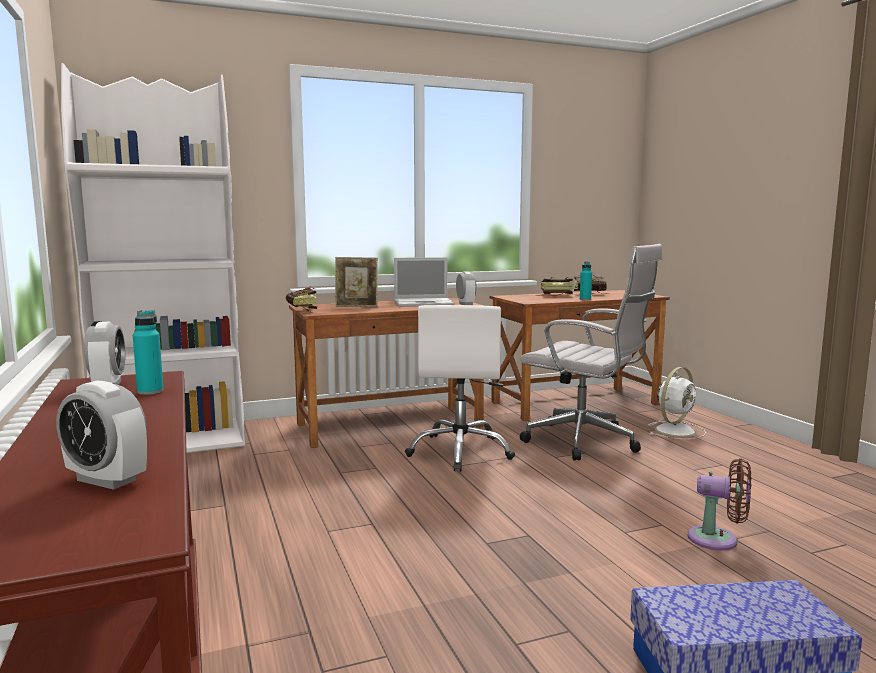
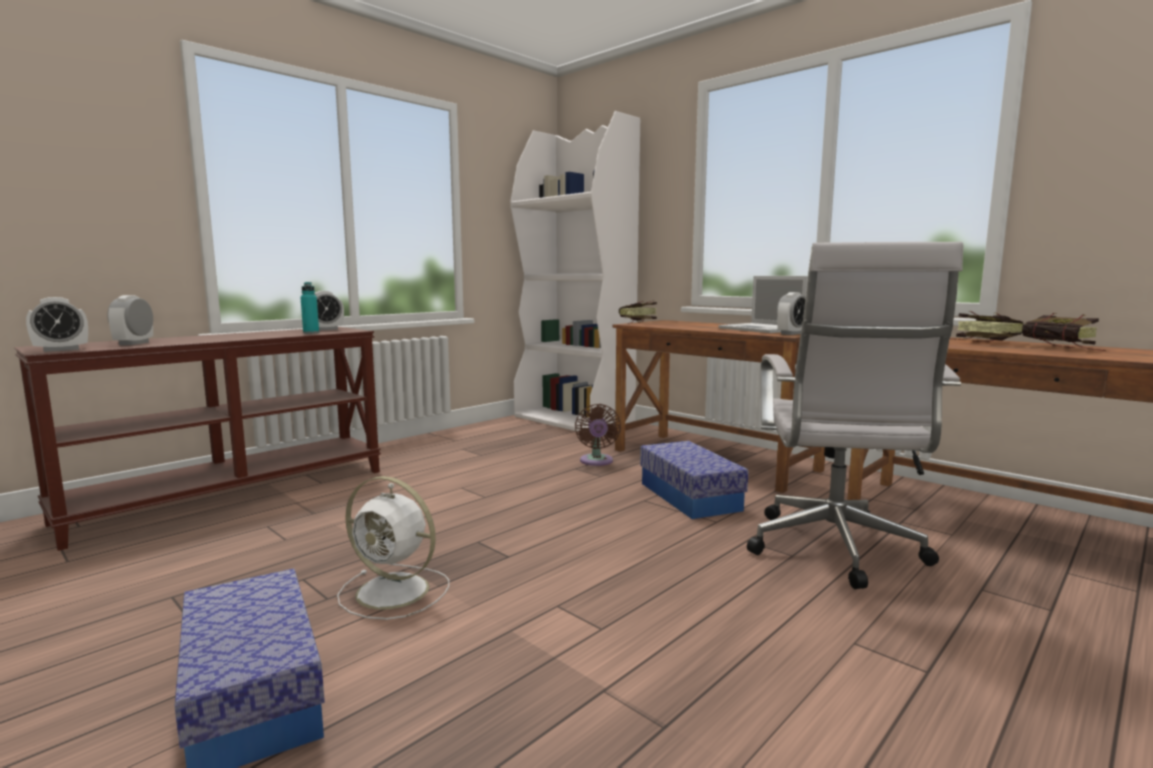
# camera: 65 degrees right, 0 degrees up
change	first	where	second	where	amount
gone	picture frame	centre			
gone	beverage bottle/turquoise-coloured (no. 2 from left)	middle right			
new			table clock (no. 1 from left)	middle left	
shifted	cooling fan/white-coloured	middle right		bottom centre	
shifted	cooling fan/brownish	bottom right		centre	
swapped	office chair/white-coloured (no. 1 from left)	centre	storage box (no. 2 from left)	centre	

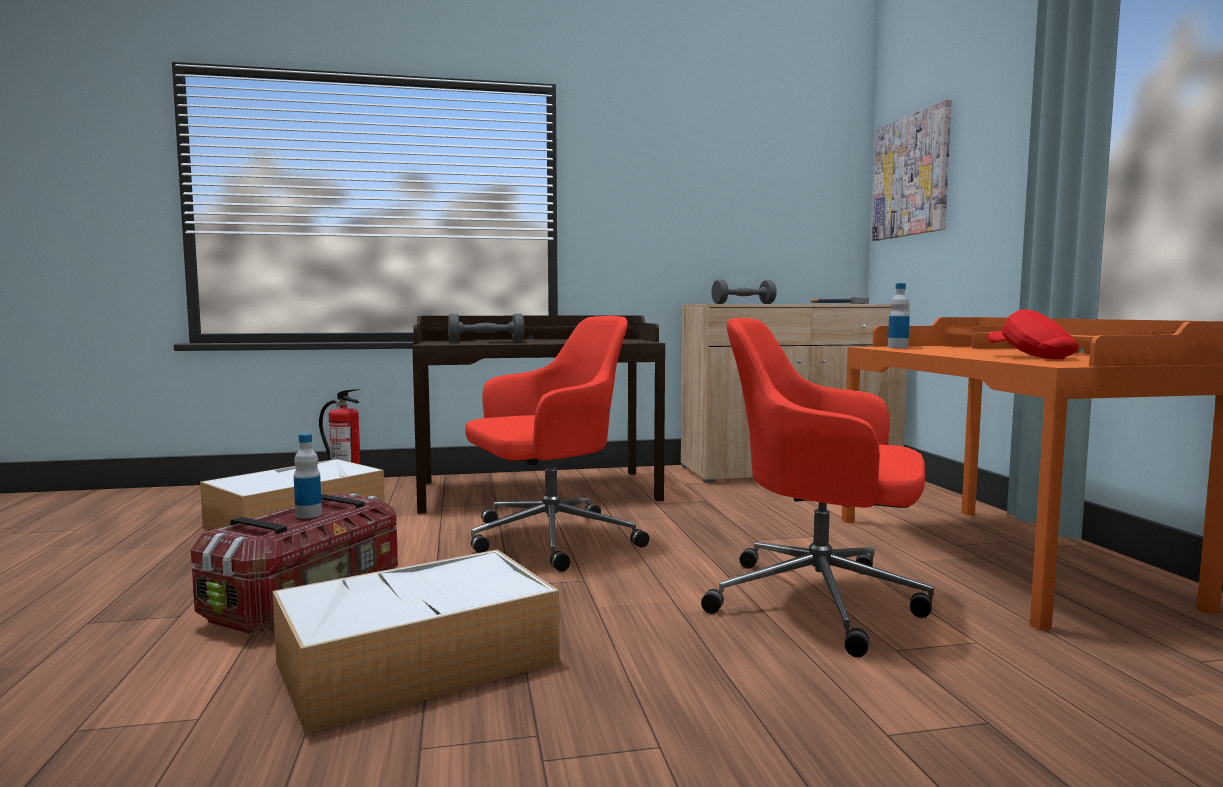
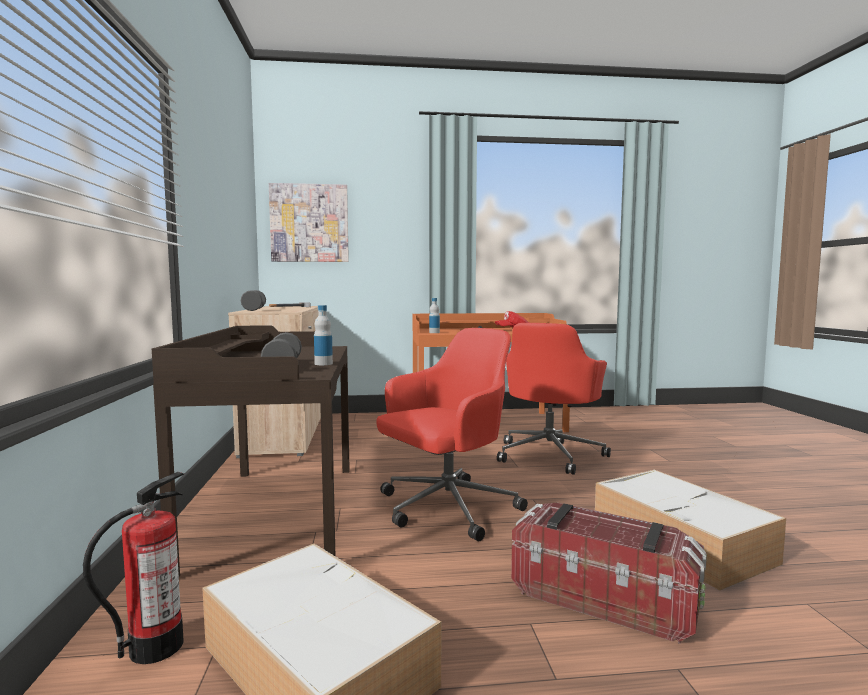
# camera: 85 degrees left, 0 degrees up
change	first	where	second	where	amount
shifted	beverage bottle (no. 1 from left)	middle left		centre	
rotated	office chair/reddish (no. 1 from left)	centre		centre	75 degrees clockwise

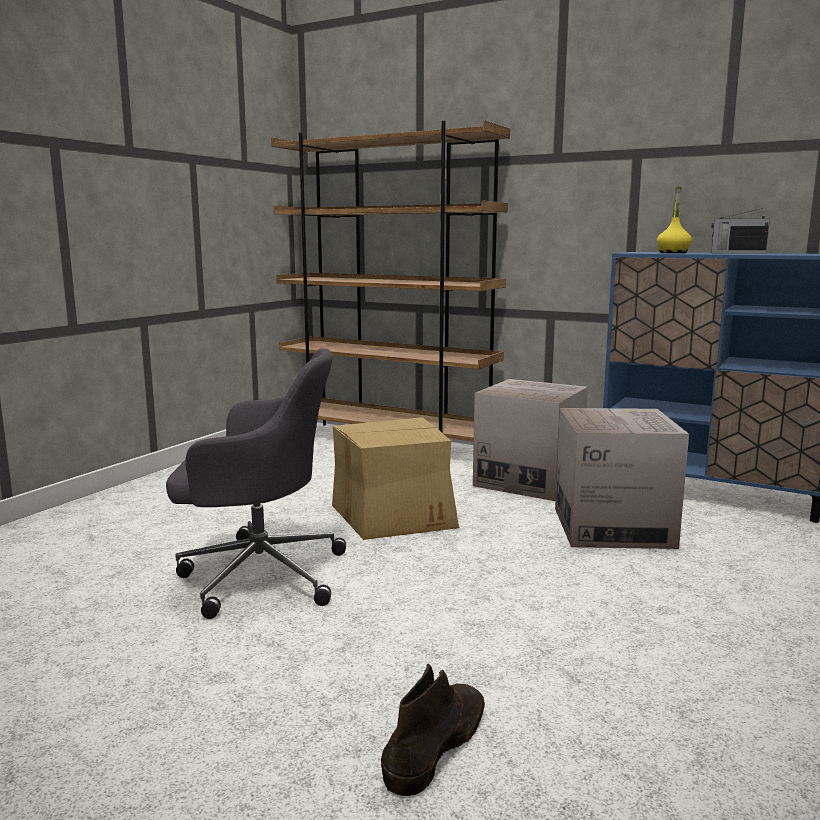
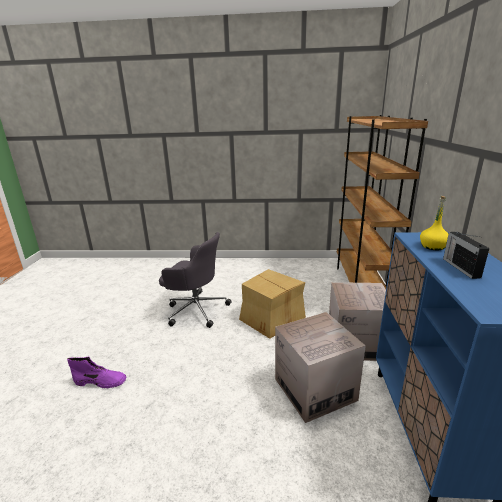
# camera: 65 degrees right, 10 degrees up
change	first	where	second	where	amount
repainted	high-top boot/brownish	bottom centre	high-top boot/purplish	bottom left	
rotated	office chair/grey	middle left		centre	45 degrees counterclockwise

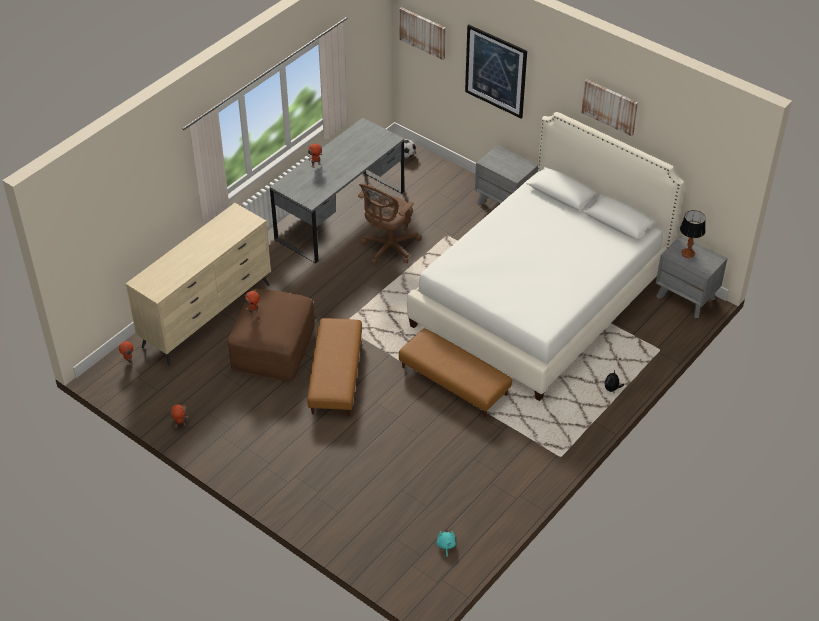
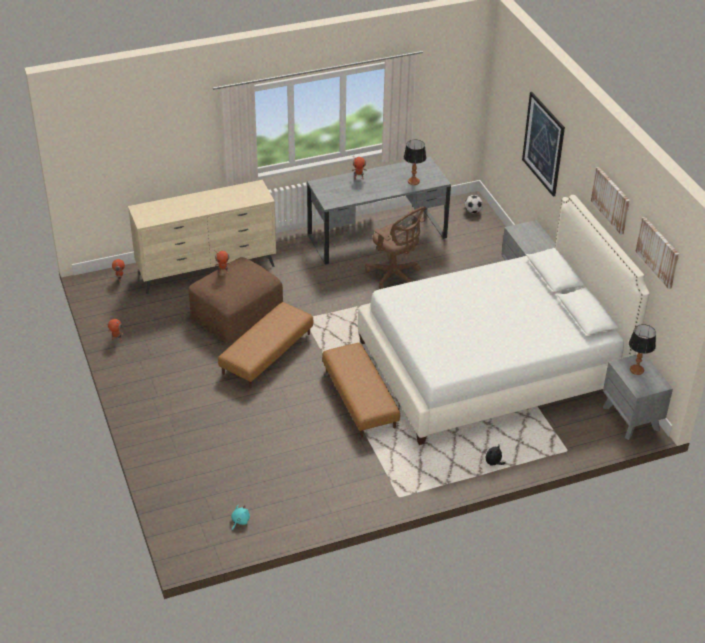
# camera: 30 degrees right, 5 degrees down
change	first	where	second	where	amount
new			tabletop lamp (no. 1 from left)	top centre	
shifted	wall picture (no. 1 from left in the first image)	top centre	wall picture (no. 3 from left)	middle right	
rotated	office chair/brownish	centre		centre	105 degrees counterclockwise

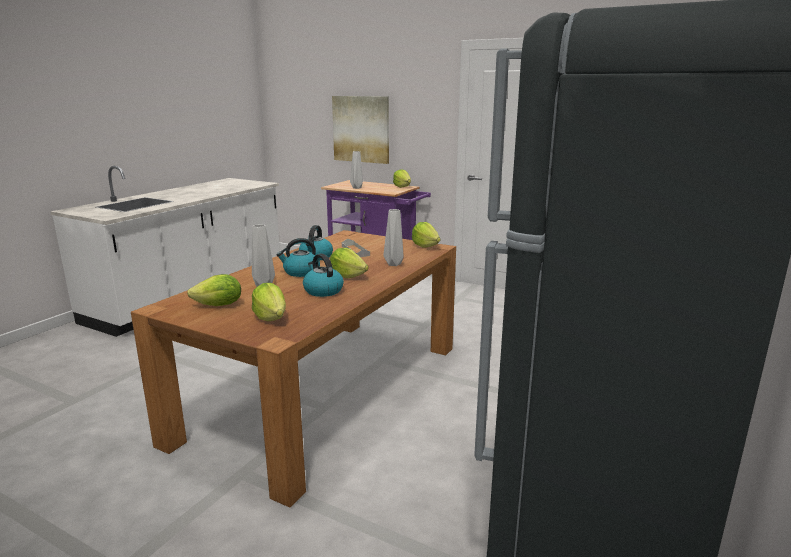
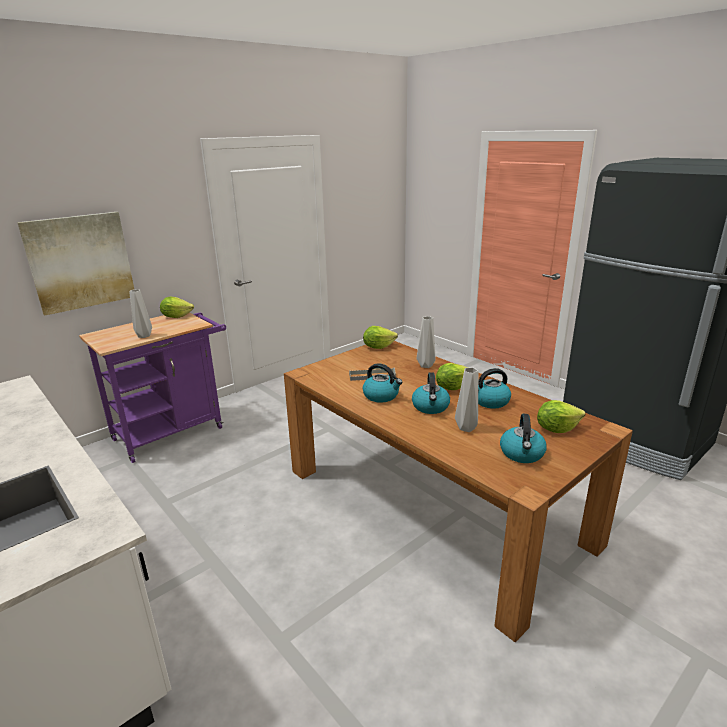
# camera: 70 degrees left, 5 degrees up
change	first	where	second	where	amount
swapped	lettuce (no. 1 from left)	middle left	kettle (no. 4 from left)	middle right	

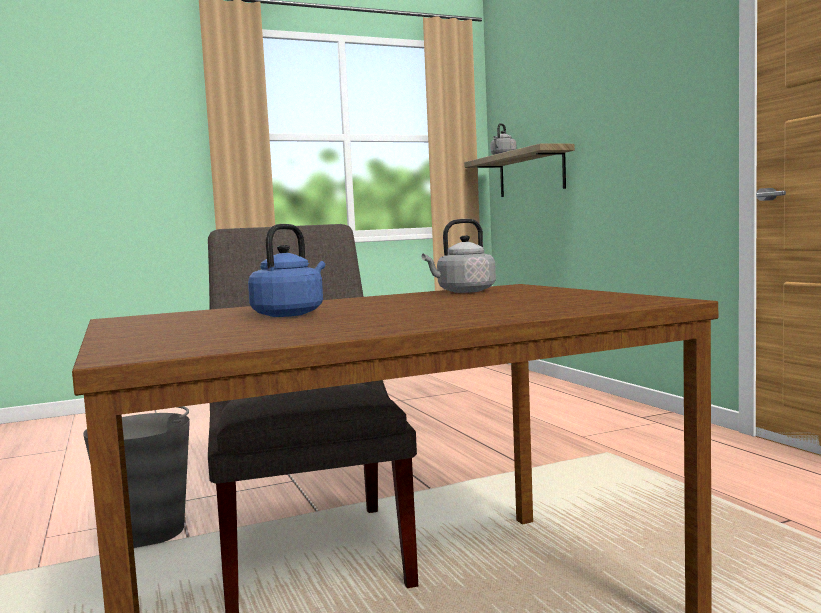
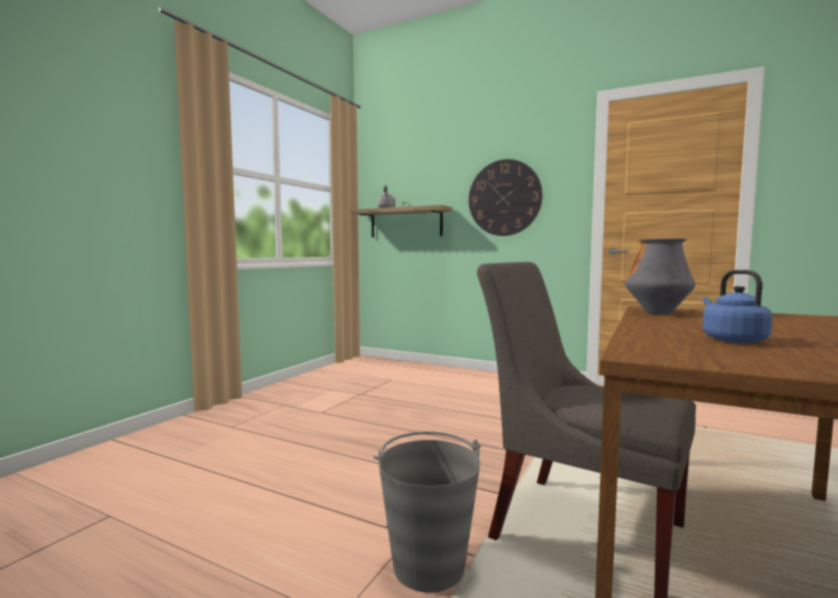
# camera: 40 degrees left, 0 degrees up
change	first	where	second	where	amount
new			hanging clock	top centre	
swapped	kettle/grey (no. 1 from left)	centre	vase	middle right	

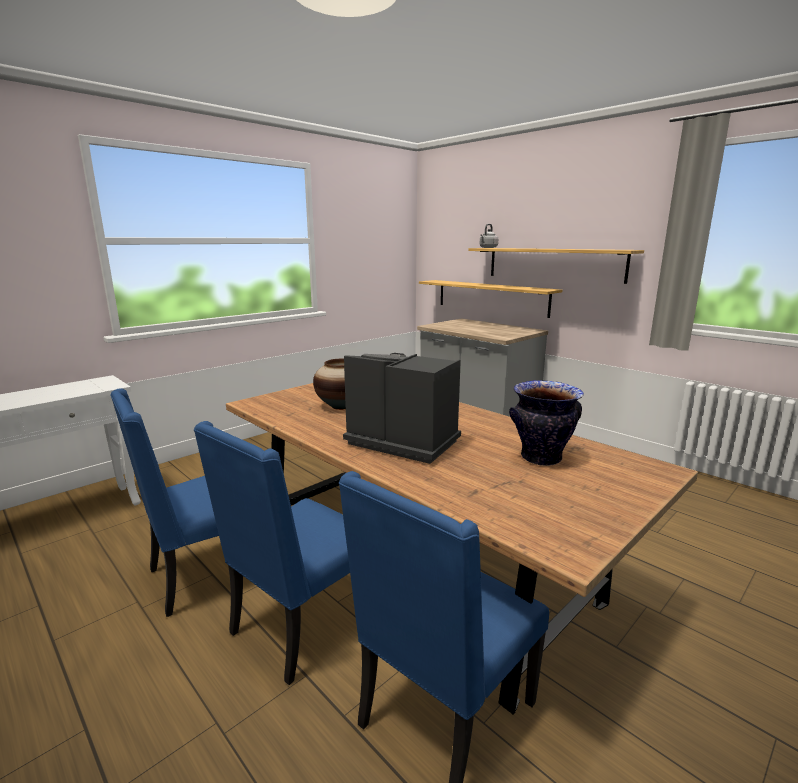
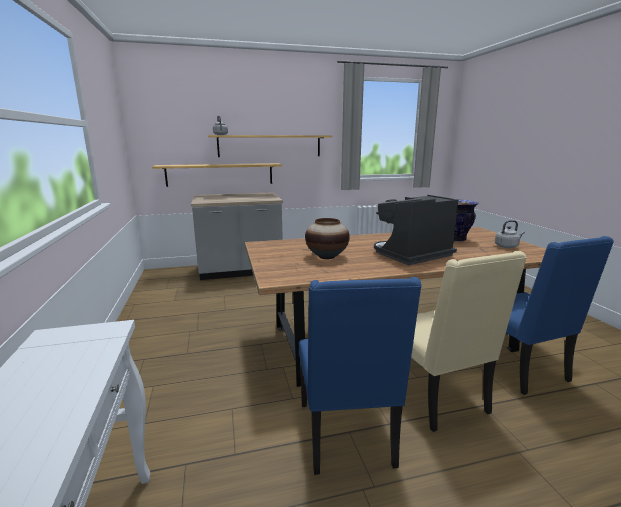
# camera: 60 degrees left, 0 degrees up
change	first	where	second	where	amount
new			kettle/grey (no. 2 from left)	middle right	
repainted	upright chair/blue-coloured (no. 2 from left)	bottom centre	upright chair/beige	bottom right	

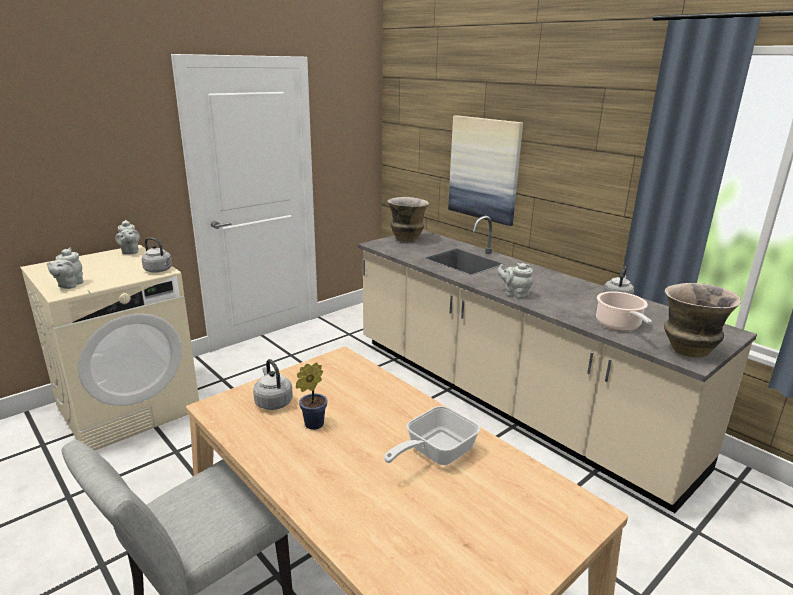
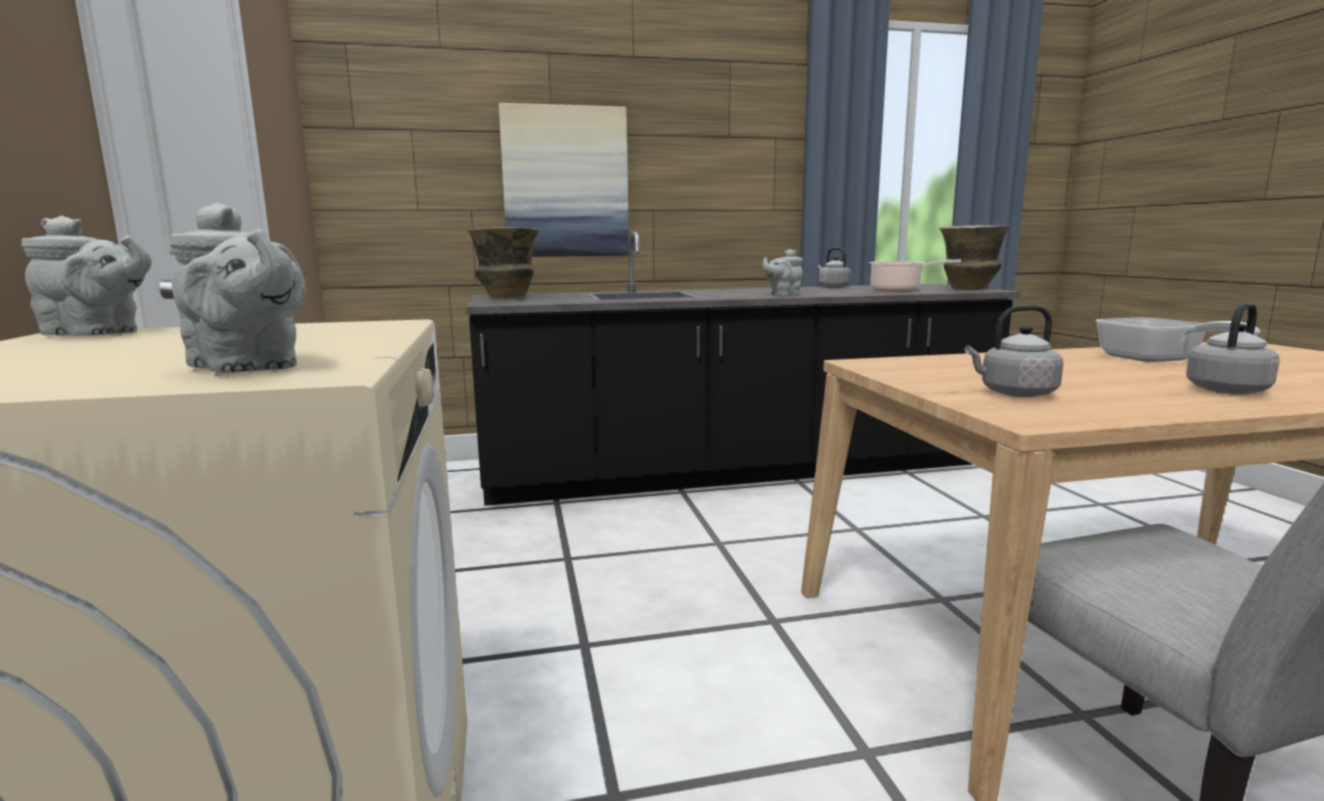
# camera: 60 degrees left, 10 degrees down
change	first	where	second	where	amount
gone	plant in a pot	centre			
shifted	kettle/grey (no. 1 from left in the first image)	middle left	kettle/grey (no. 3 from left)	middle right	
repainted	counter/beige	middle right	counter/blackish	centre	

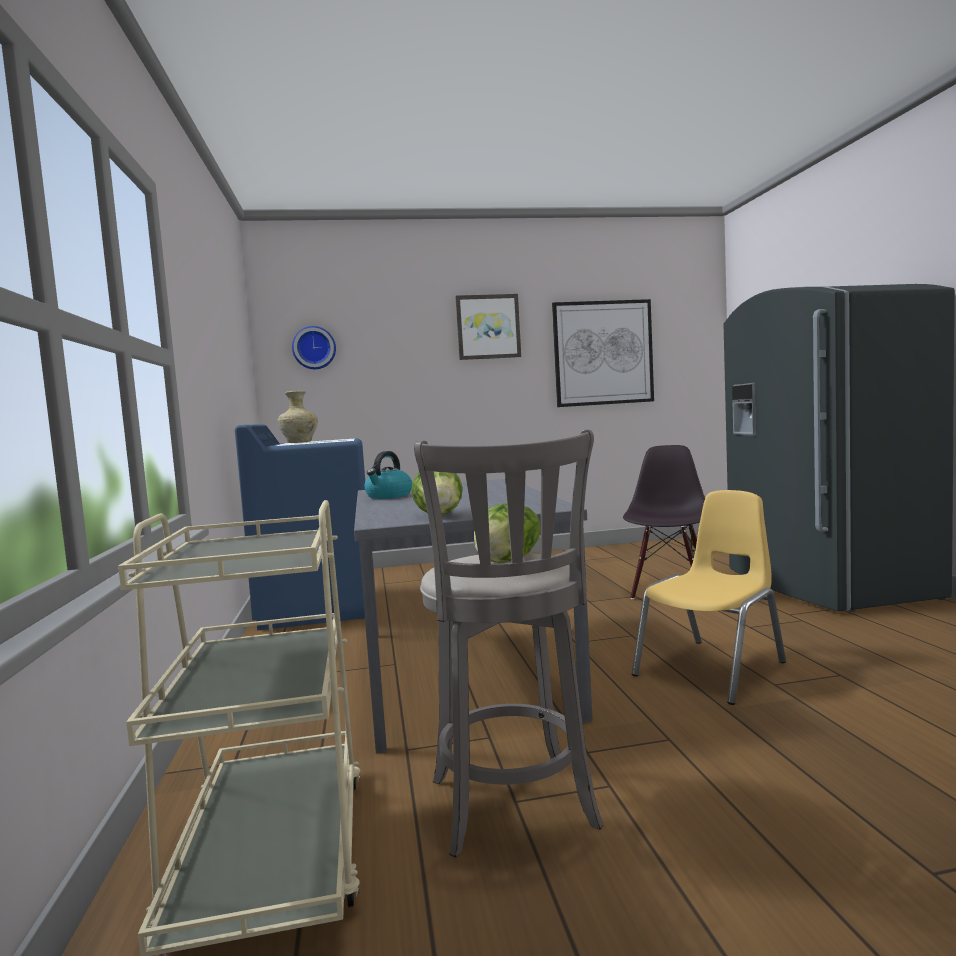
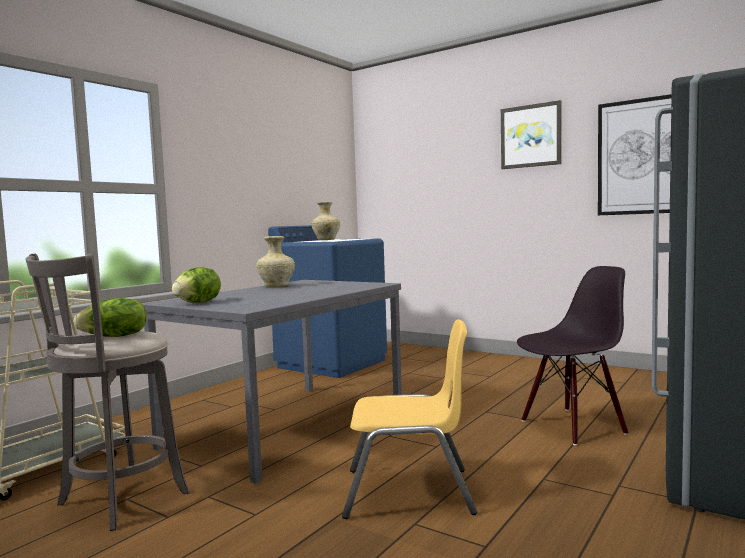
# camera: 45 degrees right, 0 degrees up
change	first	where	second	where	amount
gone	hanging clock	middle left			
swapped	kettle	centre	vase/beige (no. 1 from left)	centre	

